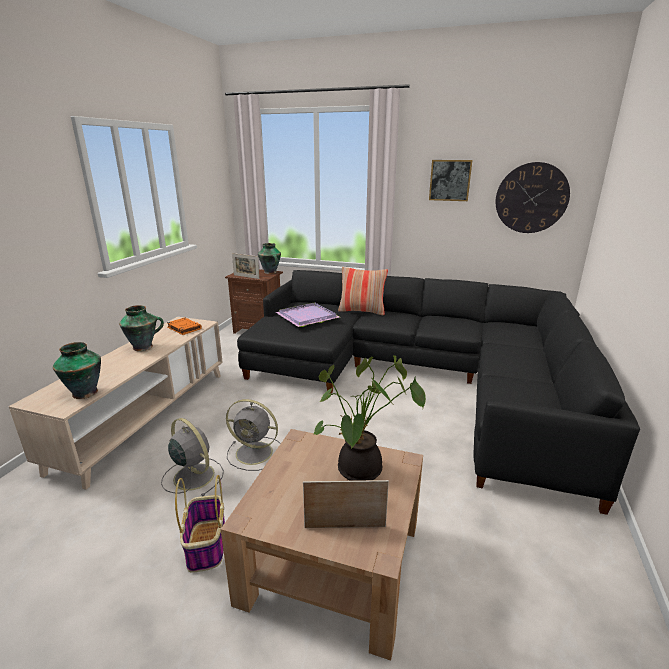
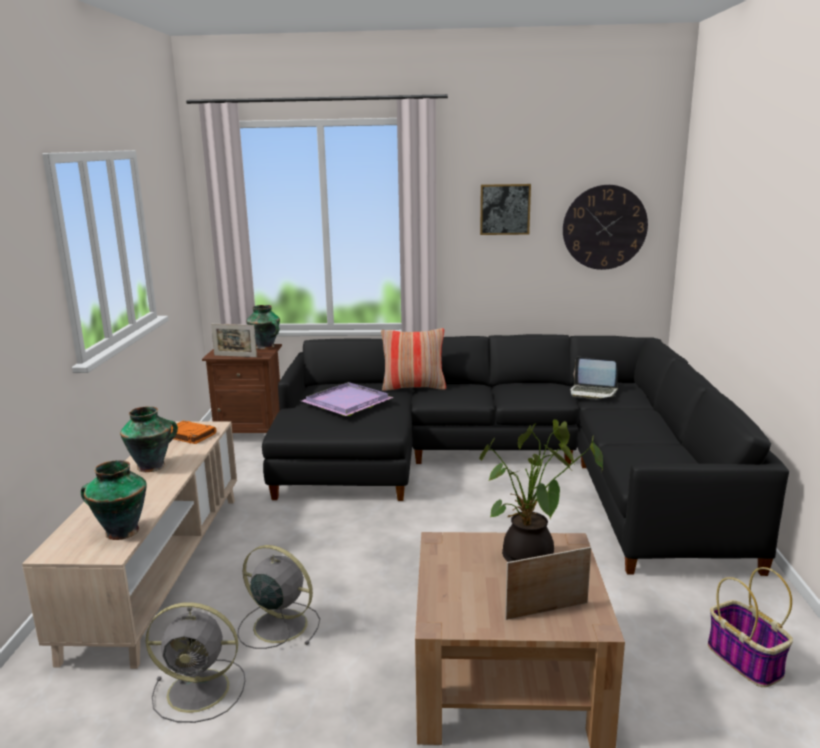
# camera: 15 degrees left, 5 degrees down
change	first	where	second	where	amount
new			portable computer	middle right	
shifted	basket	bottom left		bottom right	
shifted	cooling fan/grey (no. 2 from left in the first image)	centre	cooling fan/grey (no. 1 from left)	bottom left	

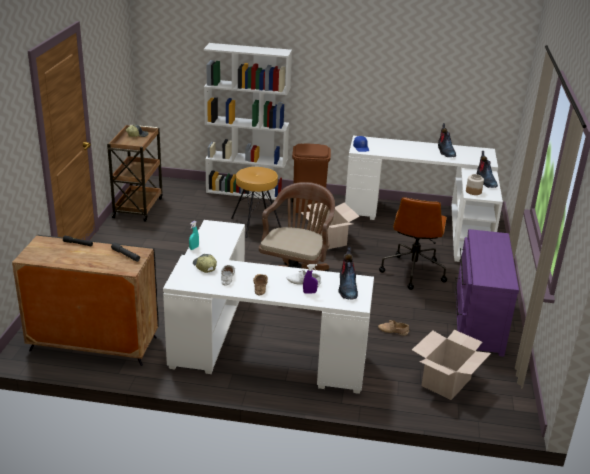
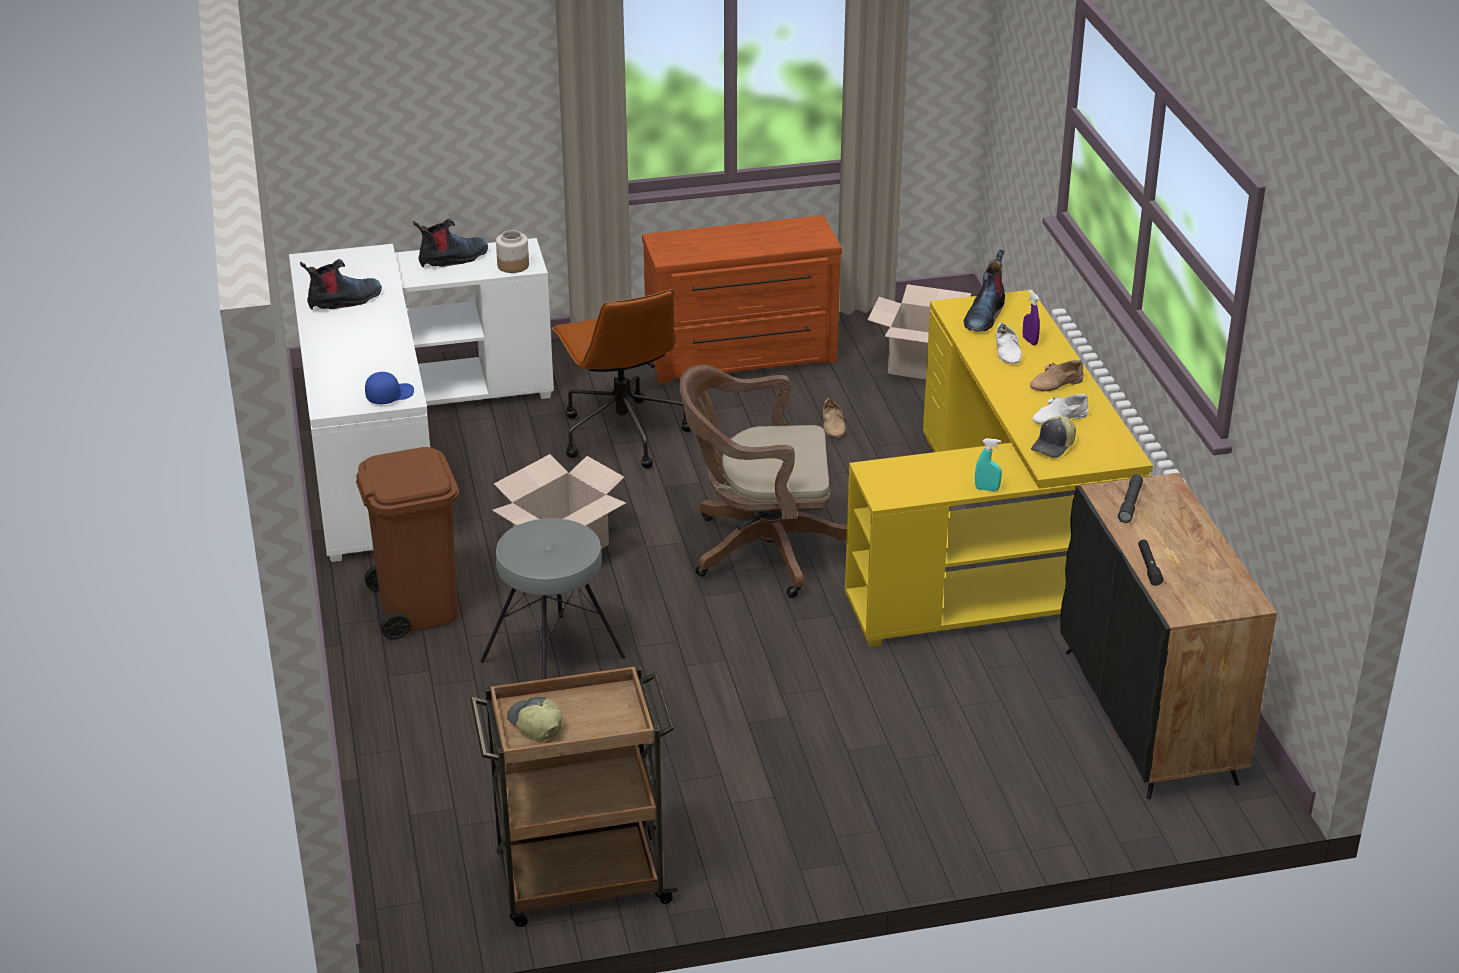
# camera: 110 degrees left, 5 degrees up
change	first	where	second	where	amount
gone	bookshelf/white-coloured	top centre			
repainted	desk table/white-coloured (no. 1 from left)	centre	desk table/yellow	middle right	
repainted	stool/brownish	centre	stool/grey	centre	
repainted	drawer chest/purplish	middle right	drawer chest/brownish	top centre	
rotated	high-top boot (no. 1 from left in the first image)	centre	high-top boot (no. 3 from left)	top right	135 degrees clockwise
rotated	office chair/brownish (no. 2 from left in the first image)	middle right	office chair/brownish (no. 1 from left)	centre	75 degrees clockwise

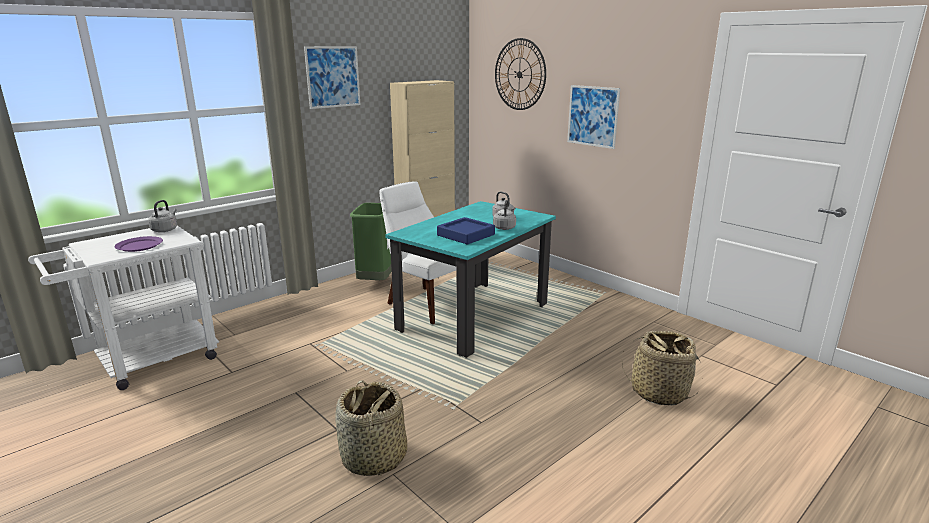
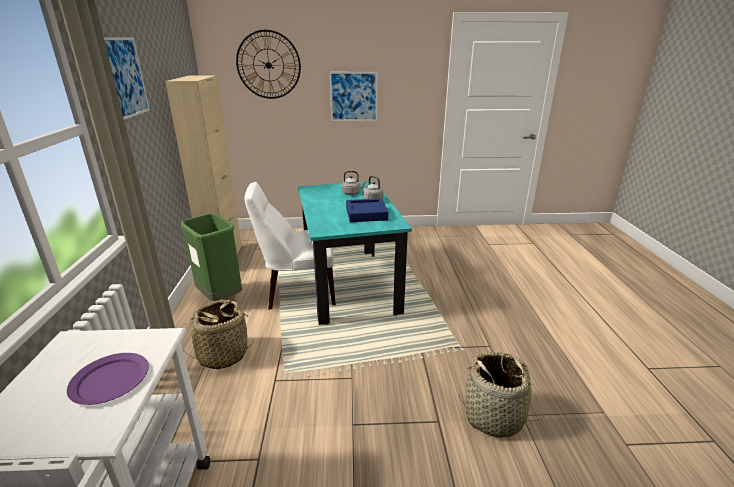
# camera: 50 degrees left, 5 degrees up
change	first	where	second	where	amount
gone	kettle/grey (no. 1 from left)	middle left			
shifted	basket (no. 2 from left in the first image)	bottom right	basket (no. 1 from left)	bottom left	

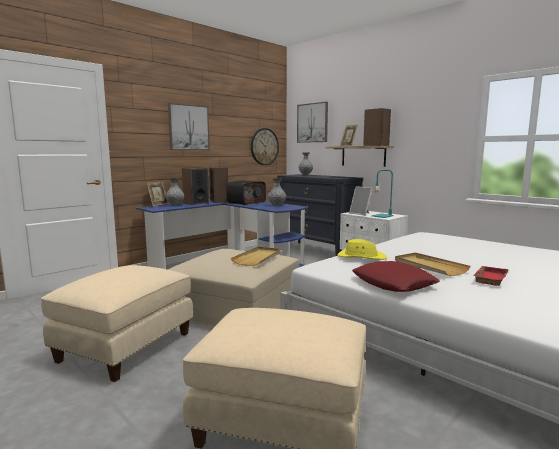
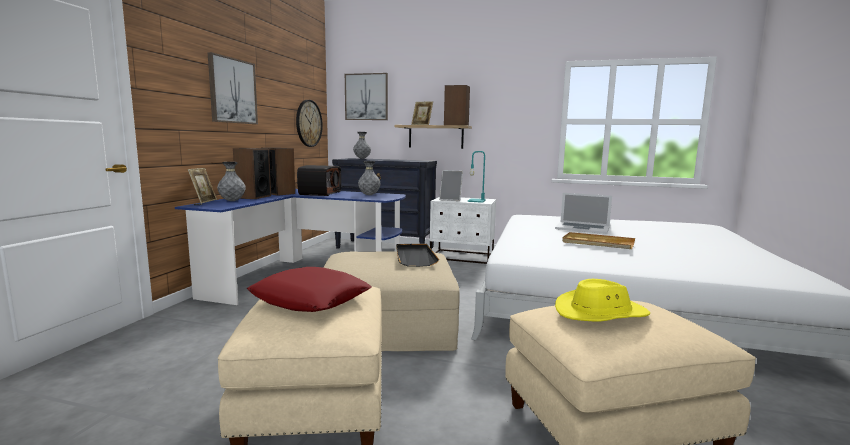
# camera: 30 degrees left, 0 degrees up
change	first	where	second	where	amount
gone	serving tray/reddish	middle right			
new			portable computer	middle right	
shifted	wearable hat/yellow	centre		bottom right	
shifted	pillow/reddish	middle right		centre	
repainted	serving tray/beige (no. 1 from left)	centre	serving tray/blackish	centre	

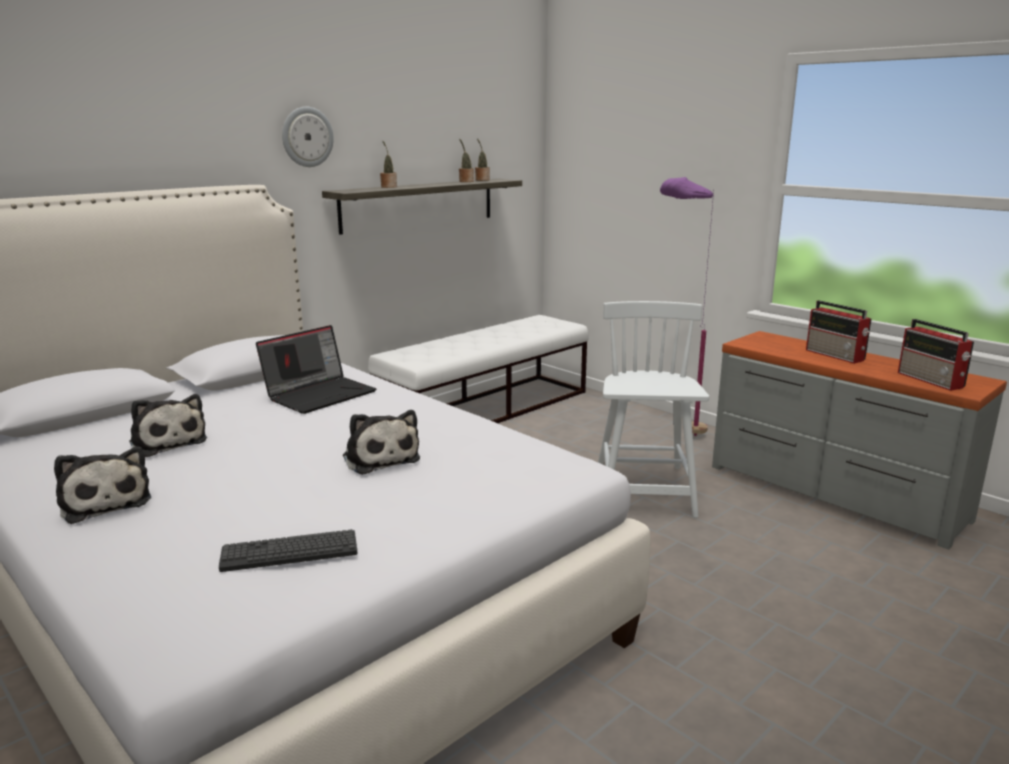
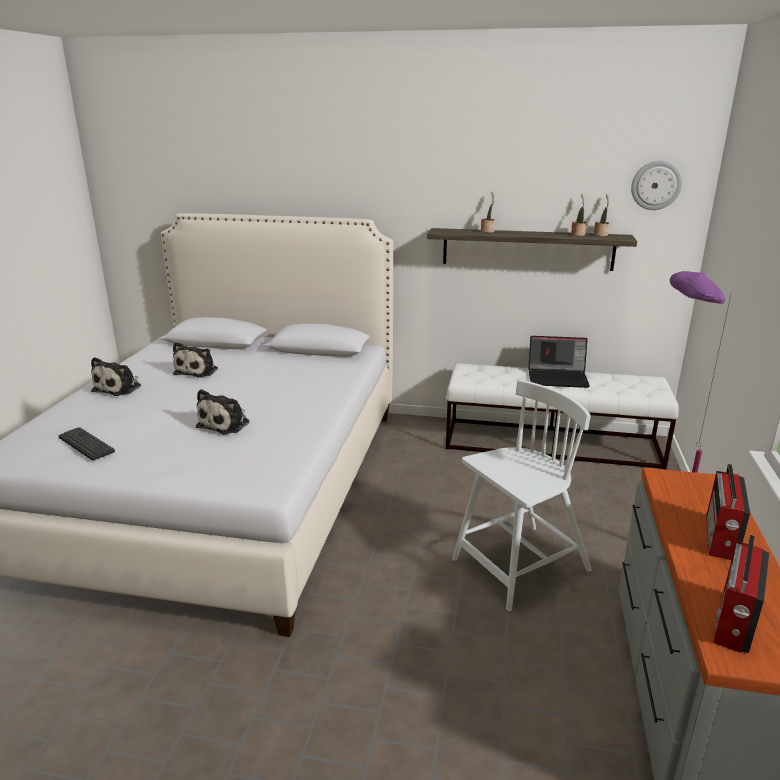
# camera: 55 degrees right, 5 degrees up
change	first	where	second	where	amount
shifted	portable computer	middle left		middle right	
shifted	hanging clock	top left		top right	

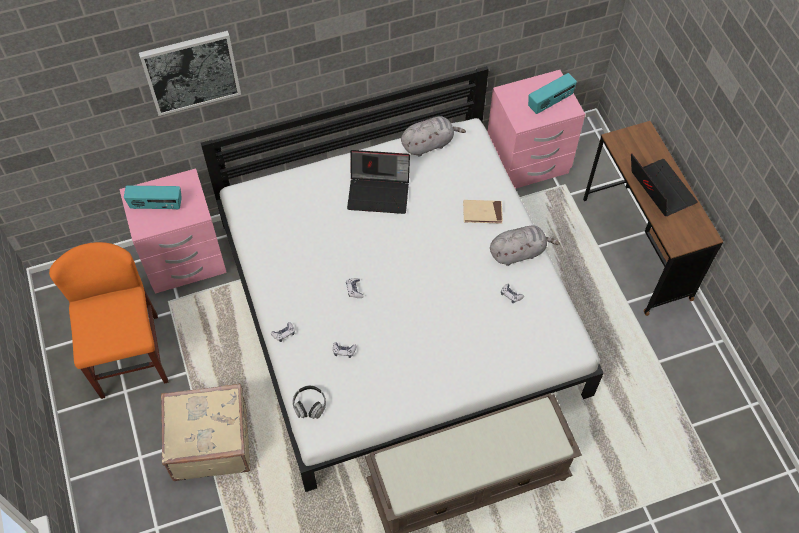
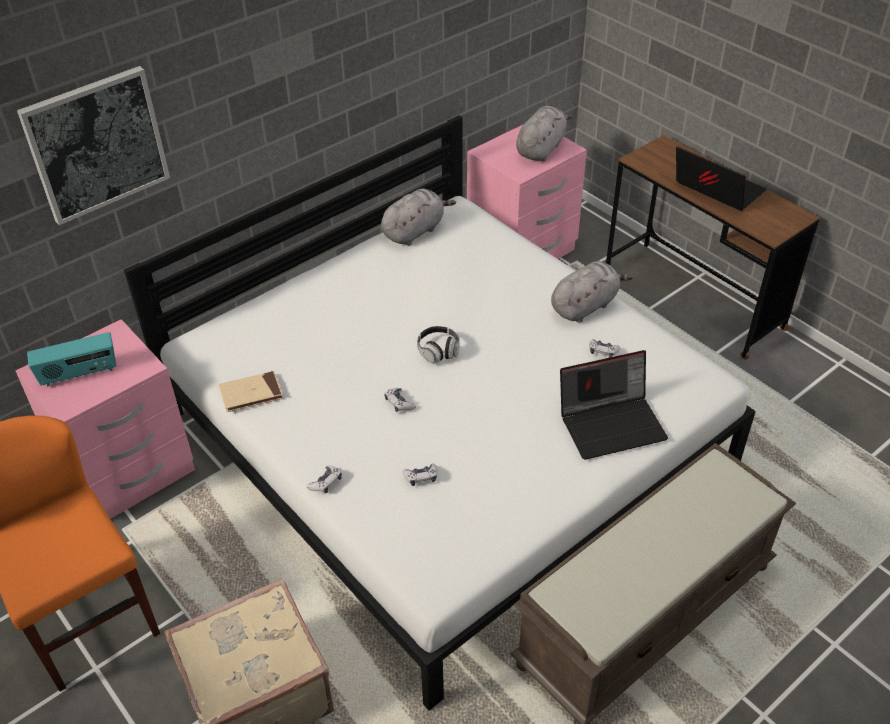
# camera: 20 degrees left, 15 degrees down
change	first	where	second	where	amount
shifted	headset	bottom centre		centre	
shifted	portable computer (no. 1 from left)	centre		middle right	
shifted	volume/beige	centre		middle left	
swapped	radio (no. 2 from left)	top right	cuddly toy/grey (no. 2 from left)	top centre	

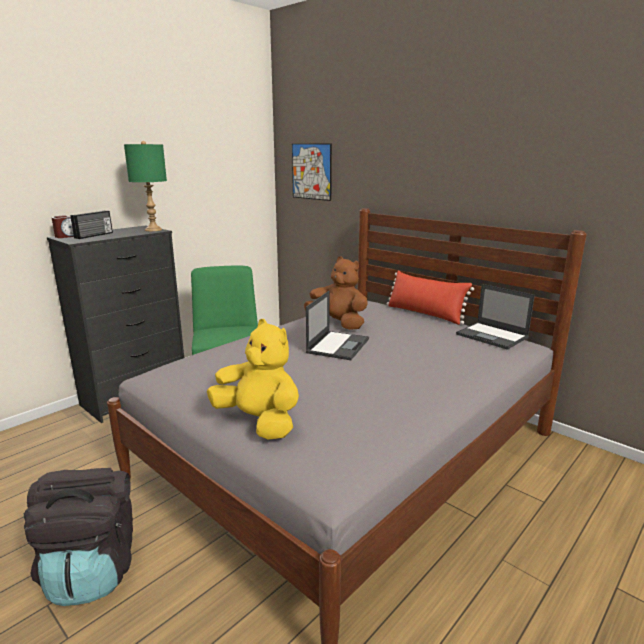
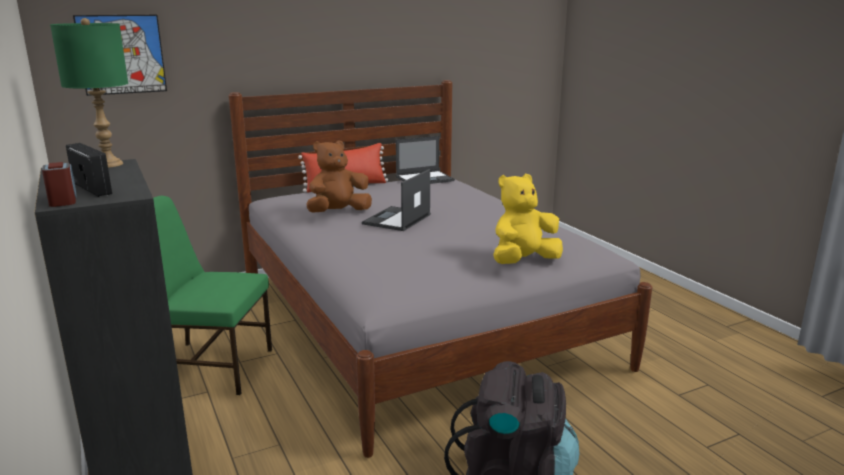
# camera: 70 degrees left, 0 degrees up
change	first	where	second	where	amount
rotated	portable computer (no. 1 from left)	centre		centre	105 degrees counterclockwise

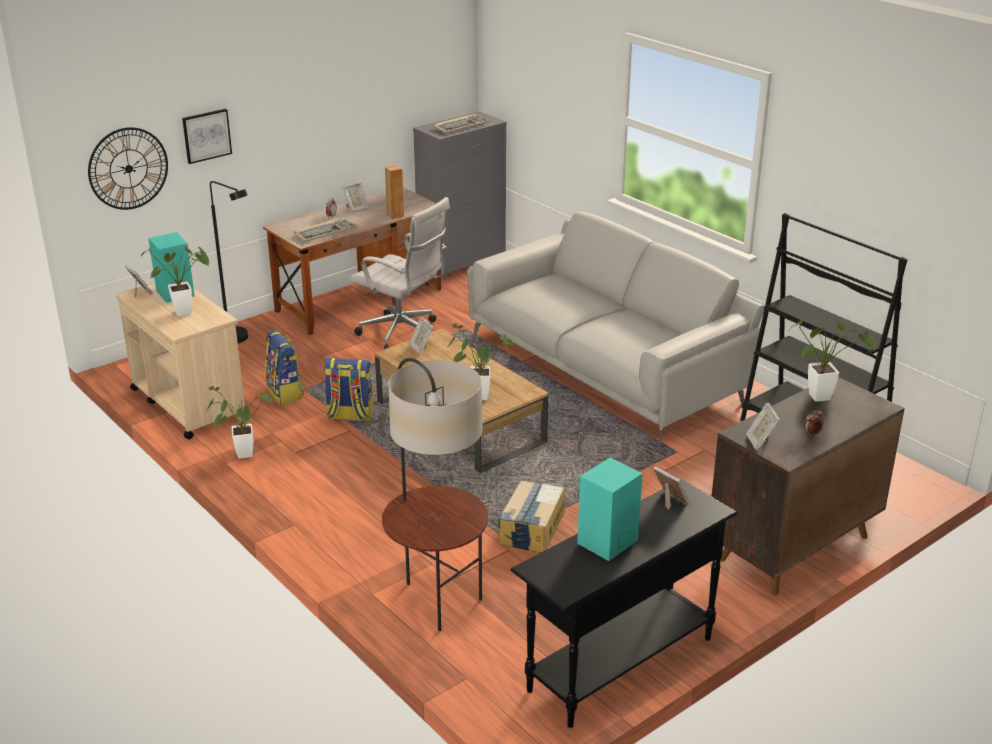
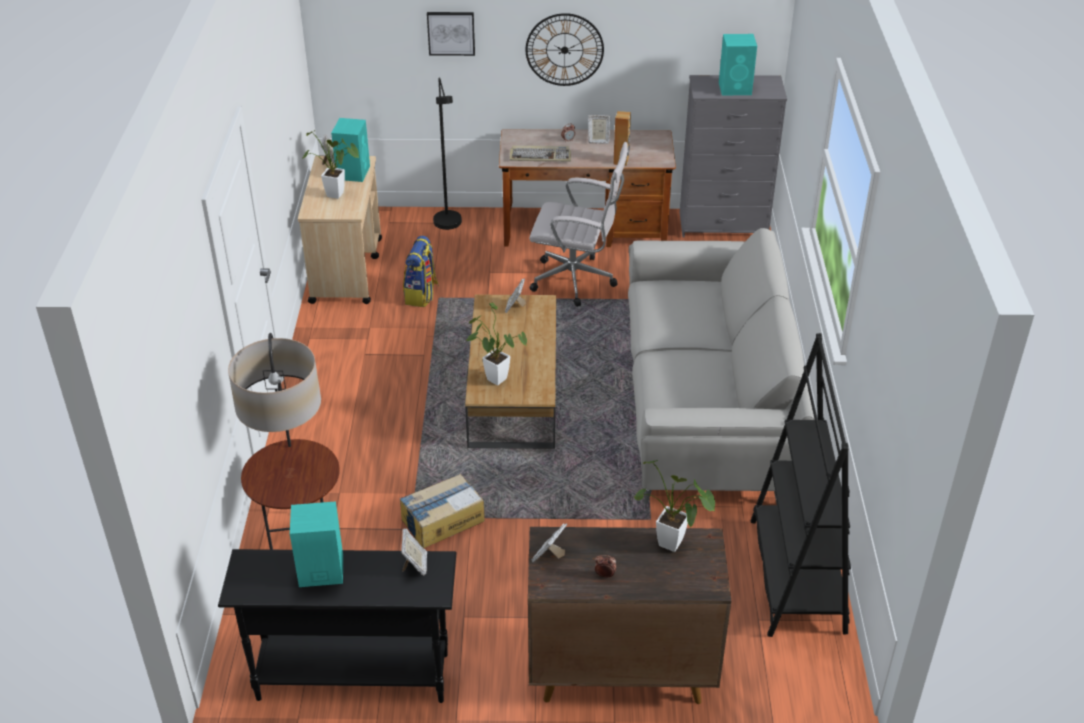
# camera: 40 degrees right, 10 degrees up
change	first	where	second	where	amount
gone	plant in a pot (no. 2 from left)	middle left			
gone	rucksack (no. 2 from left)	centre			
shifted	hanging clock	top left		top centre	
swapped	PC keyboard (no. 2 from left)	top centre	loudspeaker/turquoise-coloured (no. 3 from left)	top right	
rotated	office chair/white-coloured	centre		top centre	60 degrees counterclockwise

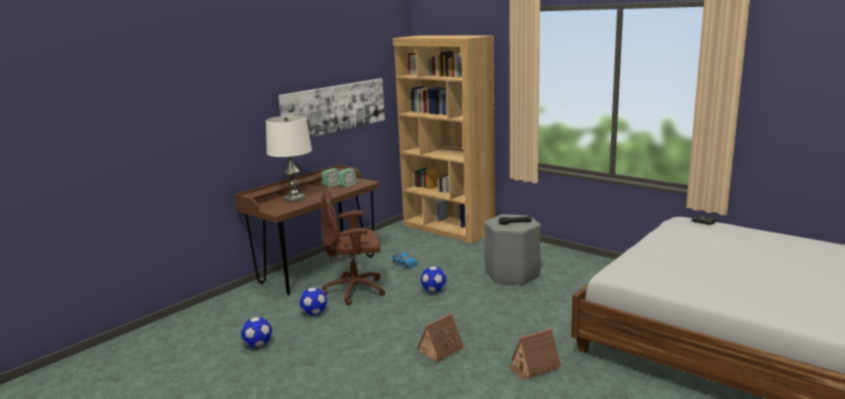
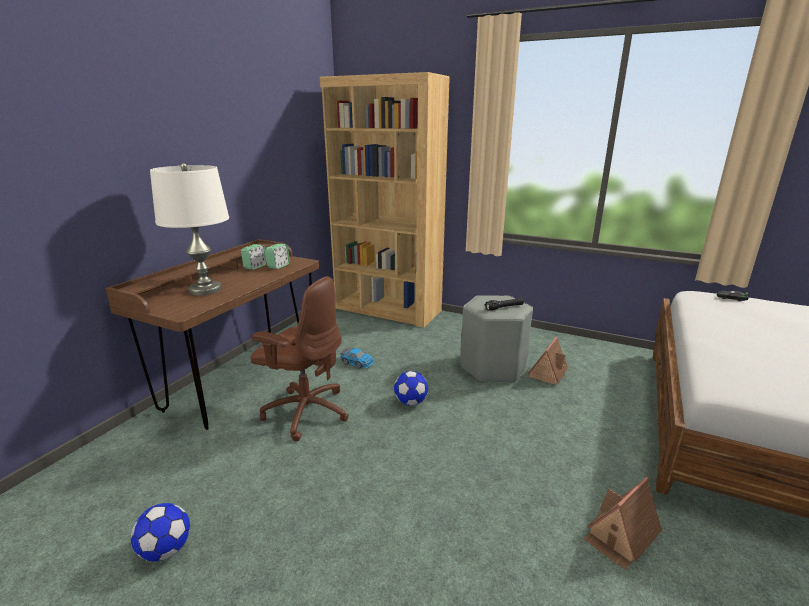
# camera: 15 degrees left, 5 degrees up
change	first	where	second	where	amount
gone	wall picture	top centre			
gone	football ball (no. 2 from left)	bottom centre			
shifted	toy house (no. 1 from left)	bottom centre		middle right	
rotated	office chair/brownish	centre		centre	135 degrees counterclockwise

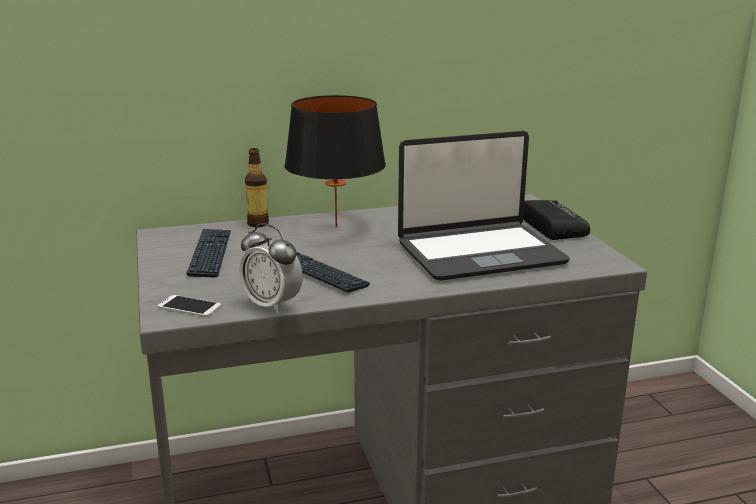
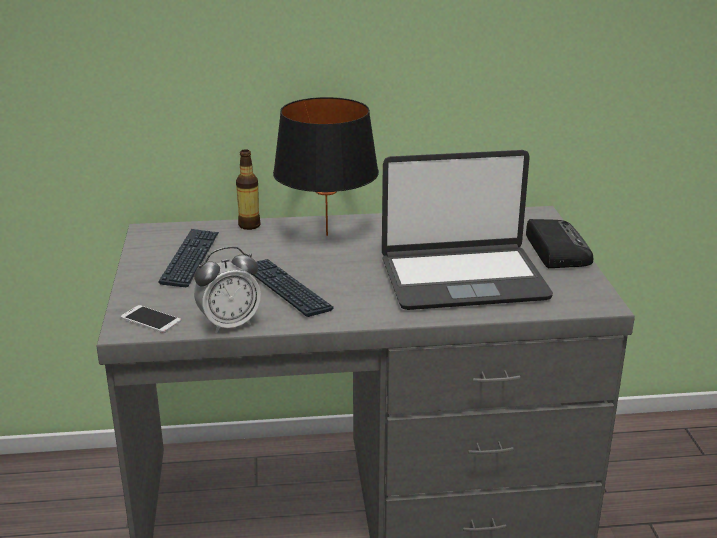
# camera: 10 degrees right, 5 degrees up
change	first	where	second	where	amount
rotated	table clock	centre		middle left	75 degrees counterclockwise

